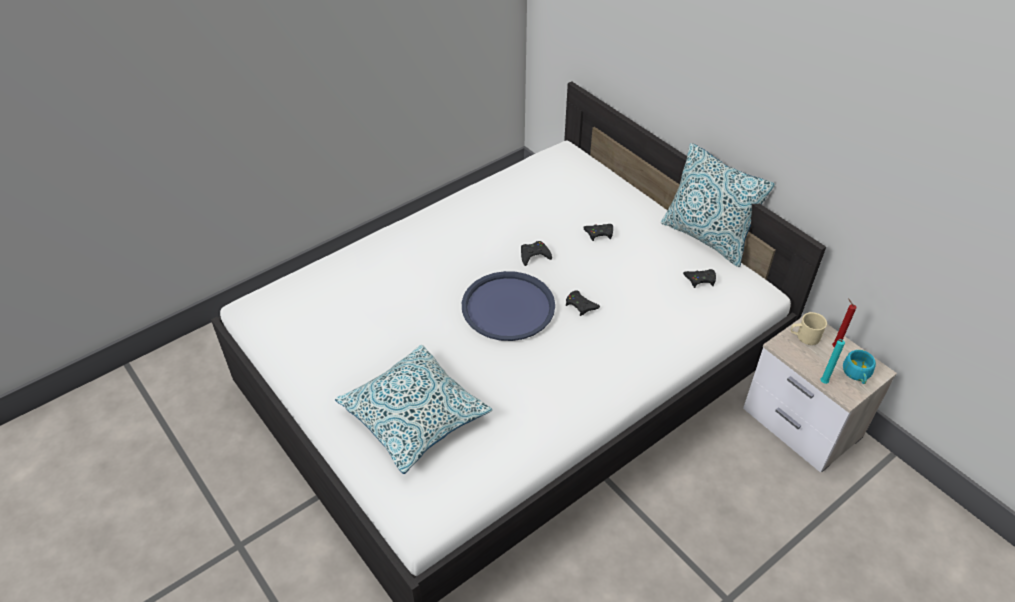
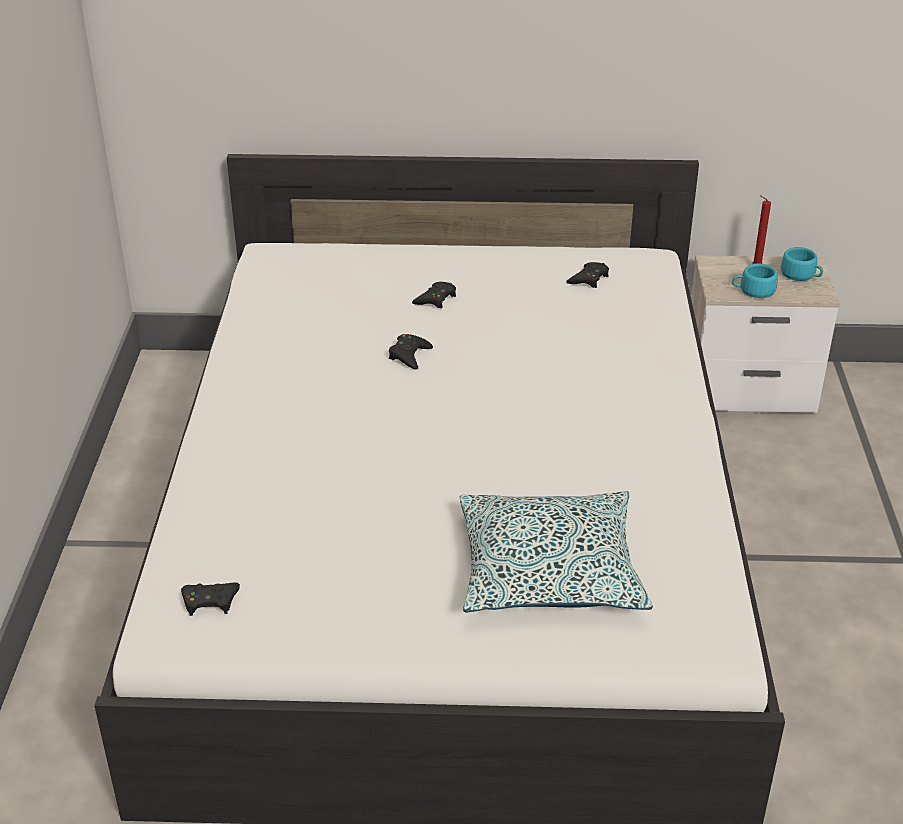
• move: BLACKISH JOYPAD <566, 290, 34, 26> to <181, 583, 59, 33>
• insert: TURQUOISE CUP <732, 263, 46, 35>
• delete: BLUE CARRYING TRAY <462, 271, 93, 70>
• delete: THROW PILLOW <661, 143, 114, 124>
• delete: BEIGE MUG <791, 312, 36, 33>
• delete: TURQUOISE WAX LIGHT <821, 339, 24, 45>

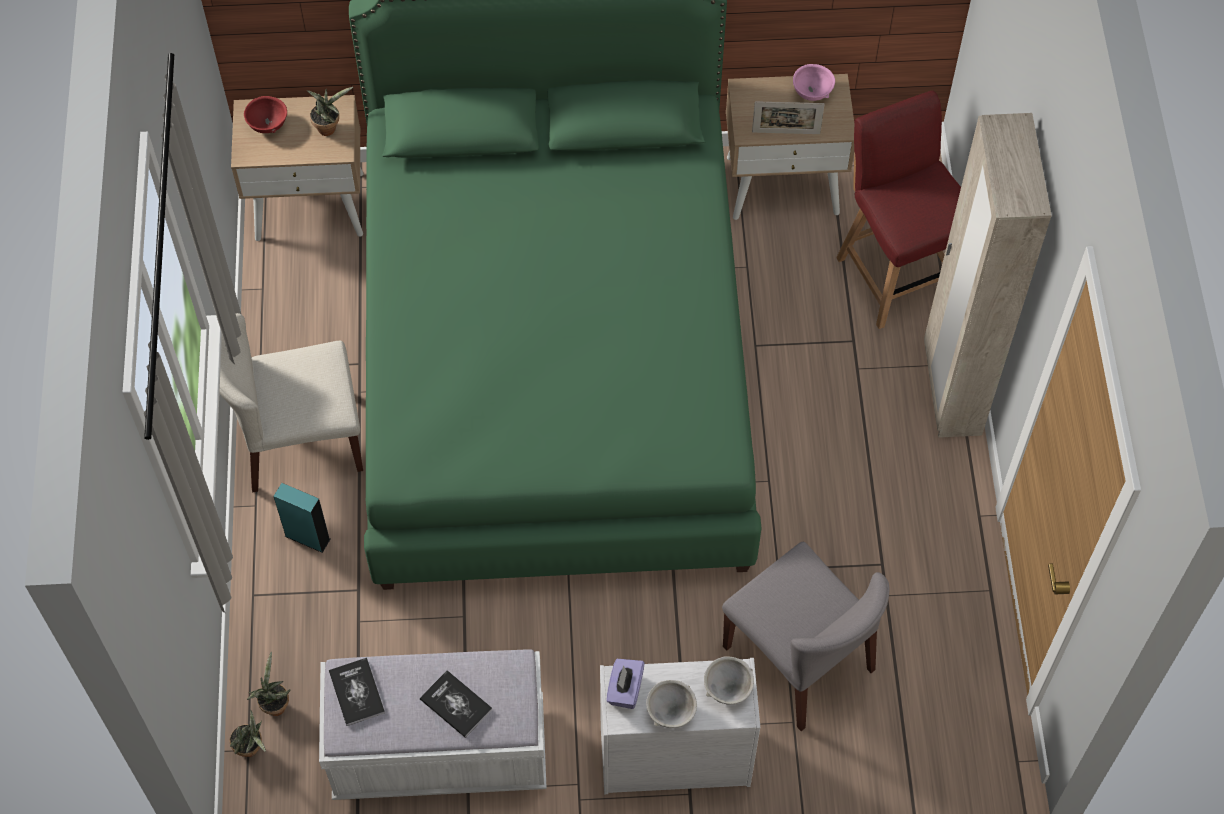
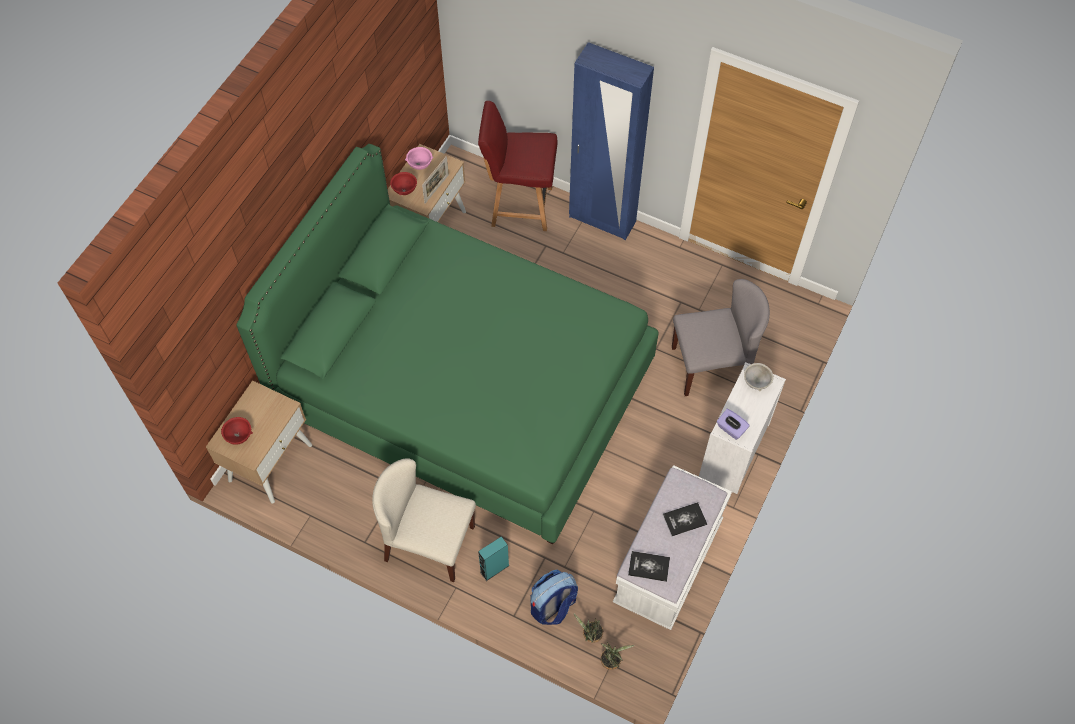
• rotate: BEIGE CHAIR <219, 313, 144, 179> = <372, 458, 104, 124> 90 degrees clockwise
• insert: RED-COLOURED DEEP DISH <390, 172, 27, 23>
• insert: KNAPSACK <531, 570, 47, 55>
• recolor: BEIGE ARMOIRE <924, 113, 128, 325> to BLUE ARMOIRE <569, 42, 85, 198>
• delete: HOUSEPLANT <307, 87, 46, 49>
• delete: GREYISH DEEP DISH <646, 680, 51, 48>

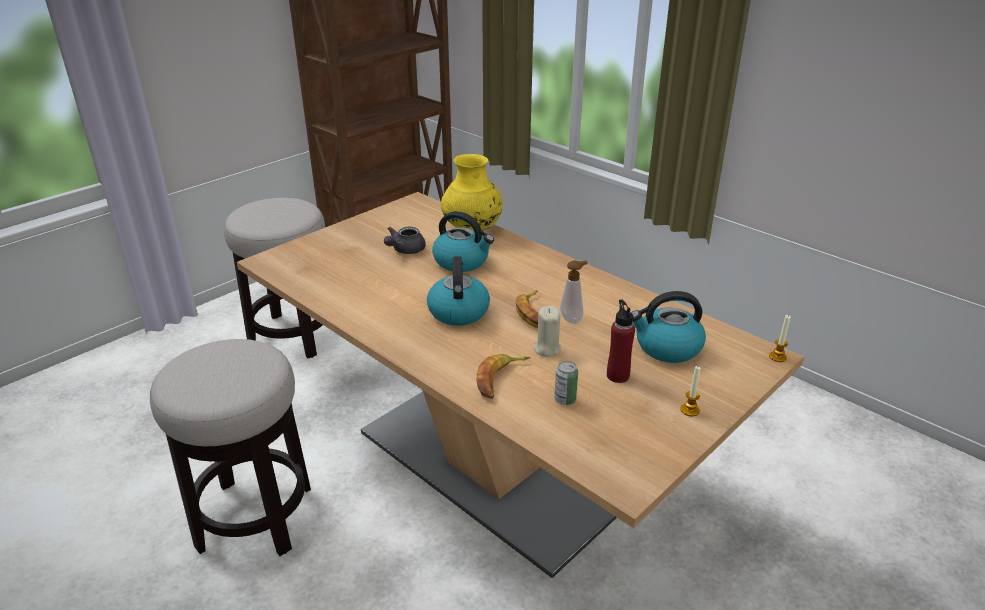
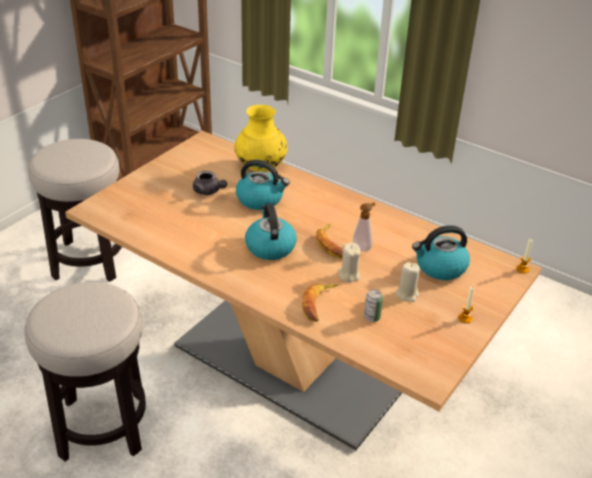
• rotate: GREYISH POT FOR TEA <384, 226, 42, 28> = <193, 171, 34, 24> 75 degrees counterclockwise
• replace: RED-COLOURED BOTTLE <607, 299, 28, 84> to BEIGE WAX LIGHT <396, 262, 24, 40>

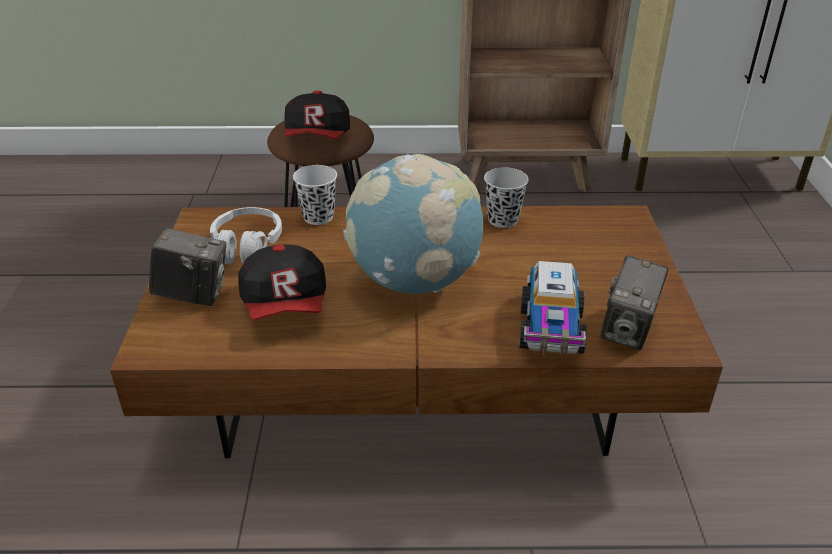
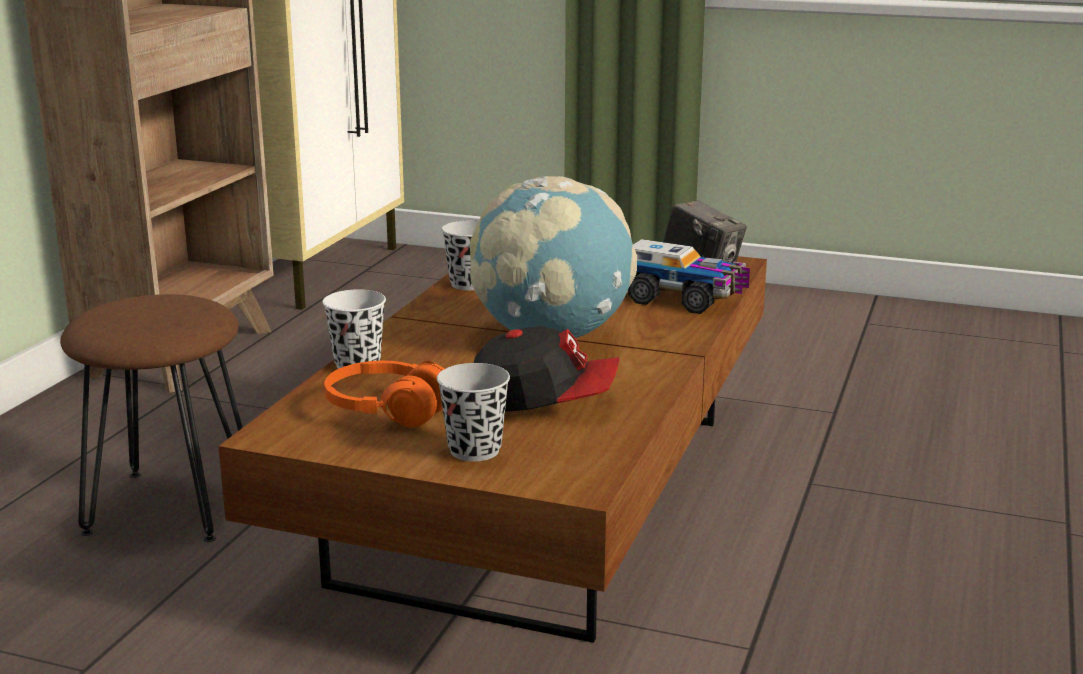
• recolor: WHITE HEADSET <210, 207, 72, 58> to ORANGE HEADSET <324, 360, 120, 67>
• replace: PHOTO CAMERA <149, 228, 77, 78> to BLACKISH CUP <437, 363, 73, 99>
• delete: CAP <284, 91, 66, 48>

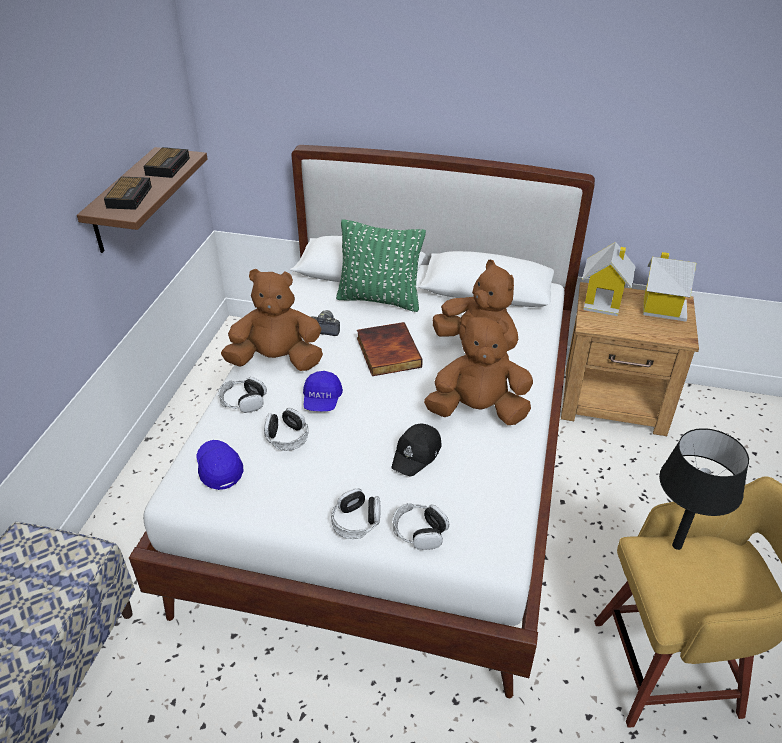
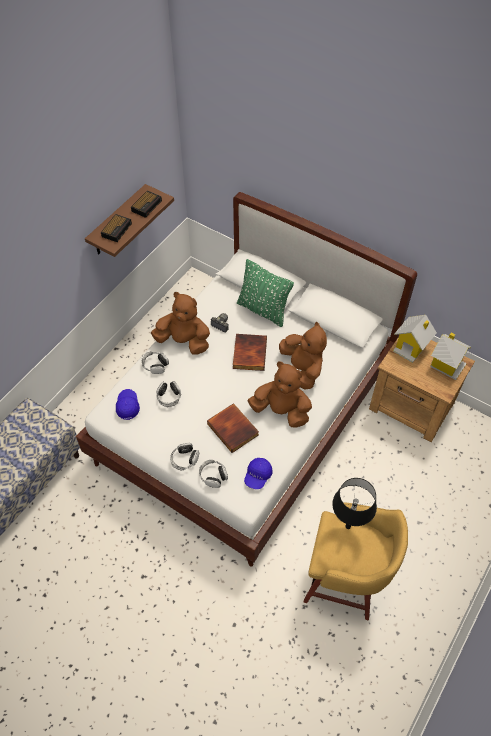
• replace: BLACKISH CAP <391, 424, 51, 52> to BOUND BOOK <207, 403, 52, 50>
• move: BLUE CAP <303, 371, 40, 40> to <244, 458, 29, 31>

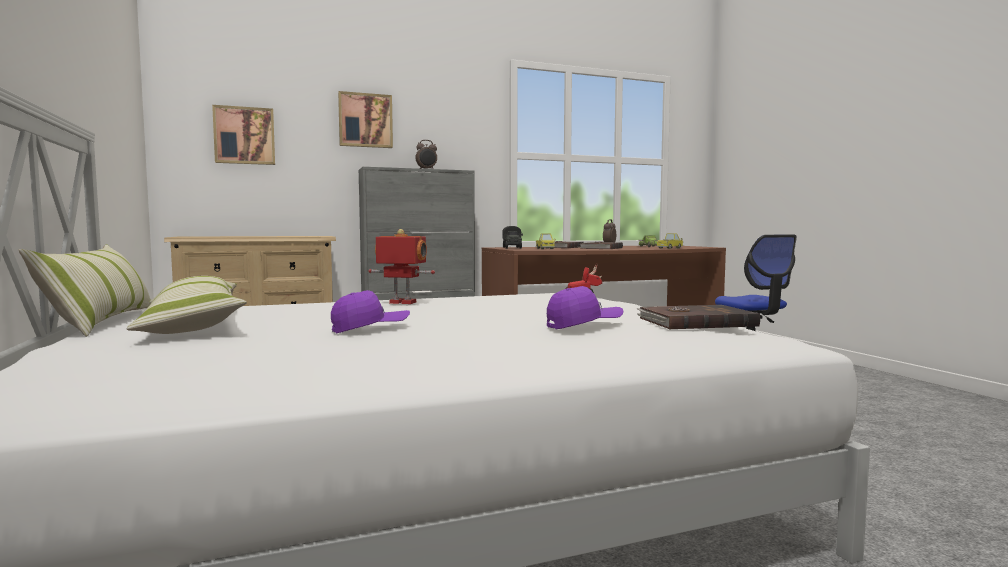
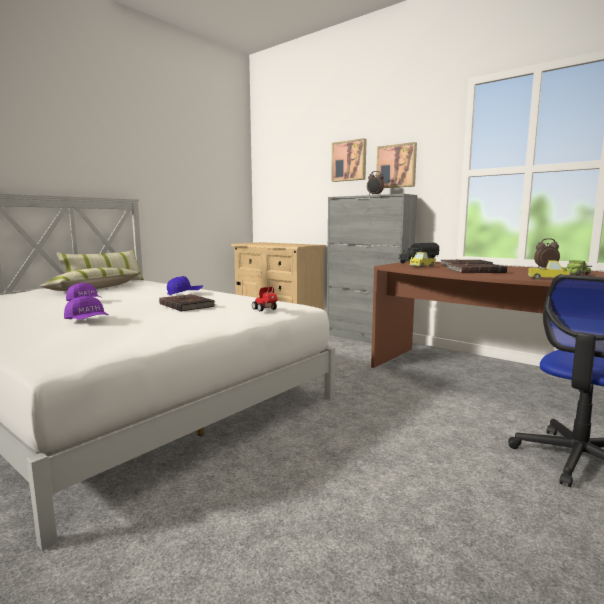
• move: BROWN BOUND BOOK <637, 305, 123, 24> to <159, 294, 56, 18>
• replace: ROBOT FIGURE <368, 229, 67, 75> to BLUE CAP <167, 276, 36, 19>
• move: PICTURE <212, 105, 63, 60> to <376, 142, 41, 46>

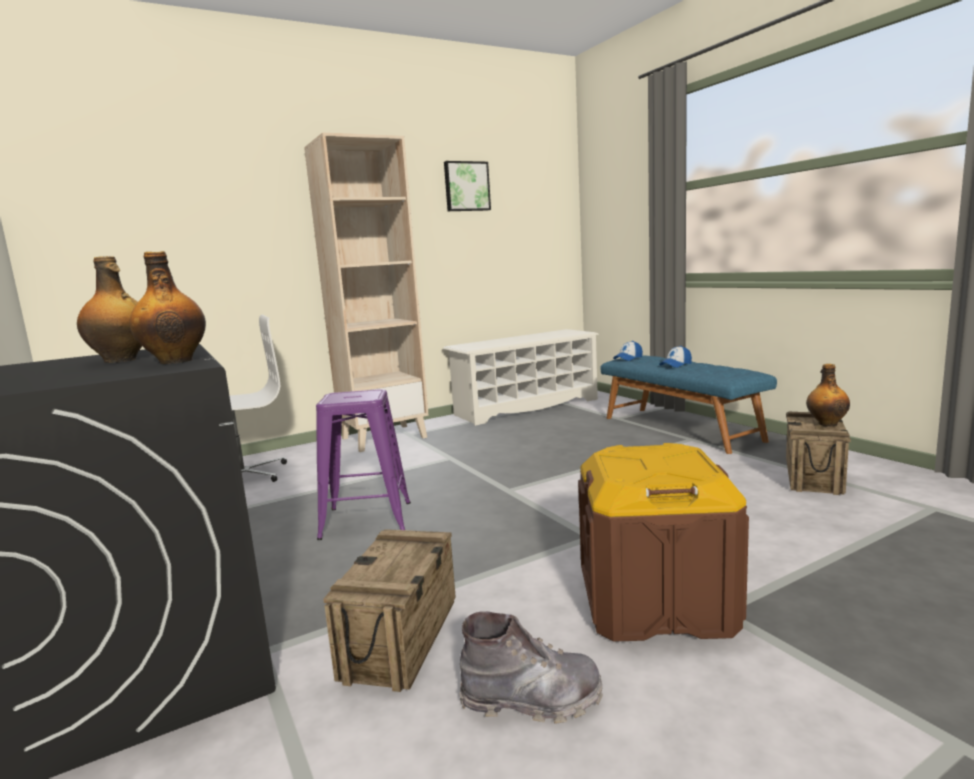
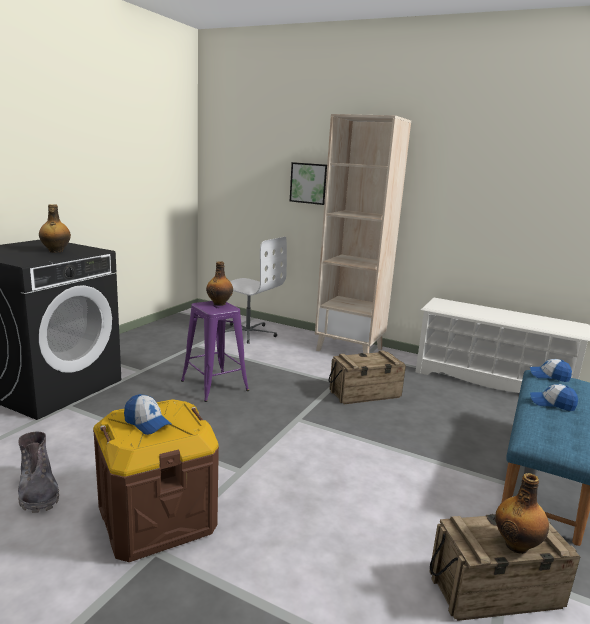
• insert: CAP <124, 394, 48, 41>
• move: BOTTLE <130, 251, 76, 113> to <206, 261, 27, 45>
• move: PICTURE <444, 161, 47, 50> to <290, 162, 37, 43>
• move: PACKING CRATE <323, 529, 133, 163> to <328, 350, 78, 54>

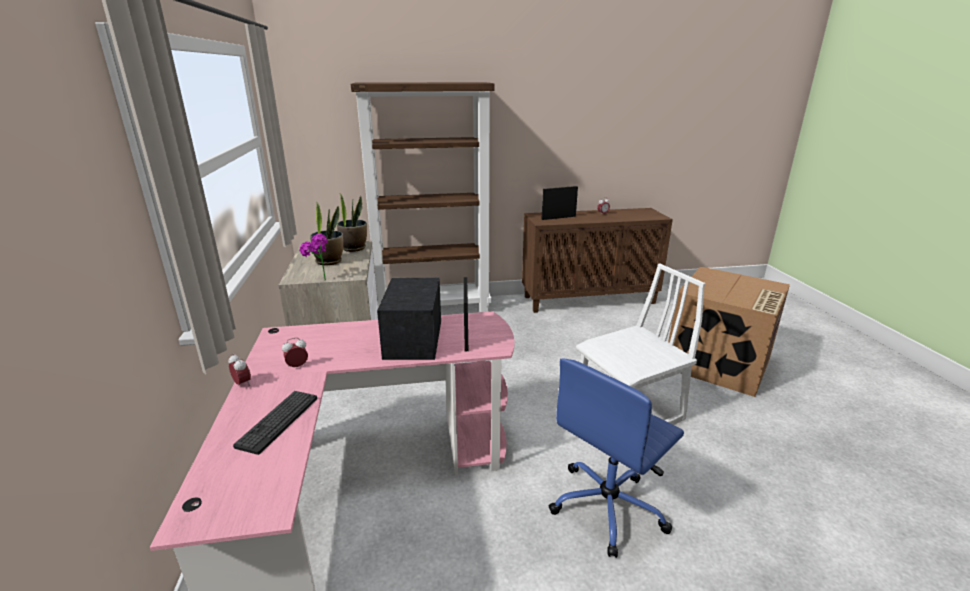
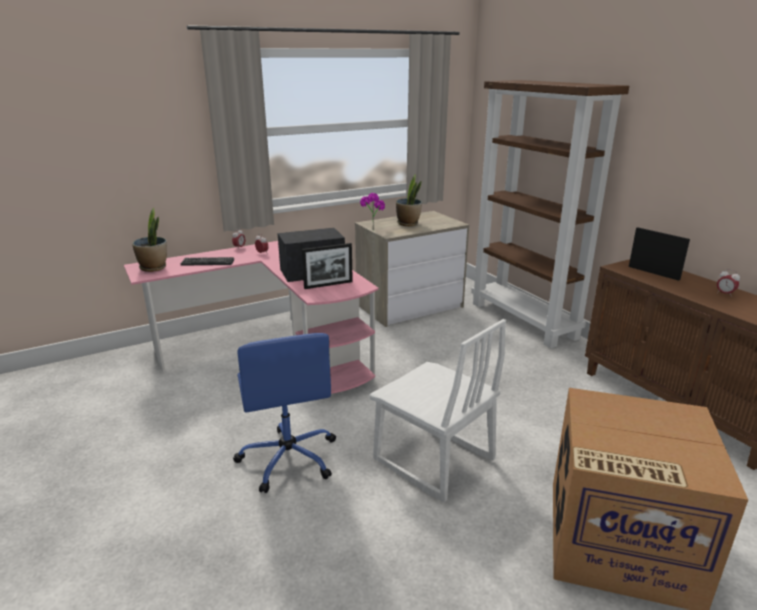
• move: HOUSEPLANT <337, 194, 30, 58> to <132, 208, 35, 64>
• rotate: BLUE OFFICE CHAIR <549, 358, 135, 200> = <233, 333, 103, 160> 135 degrees counterclockwise

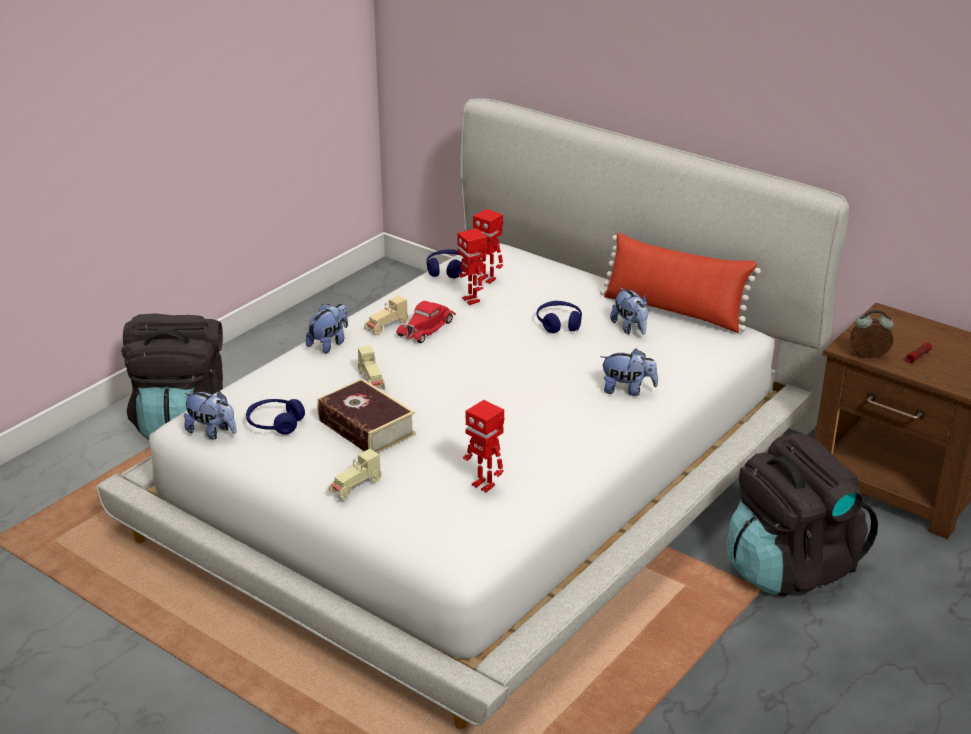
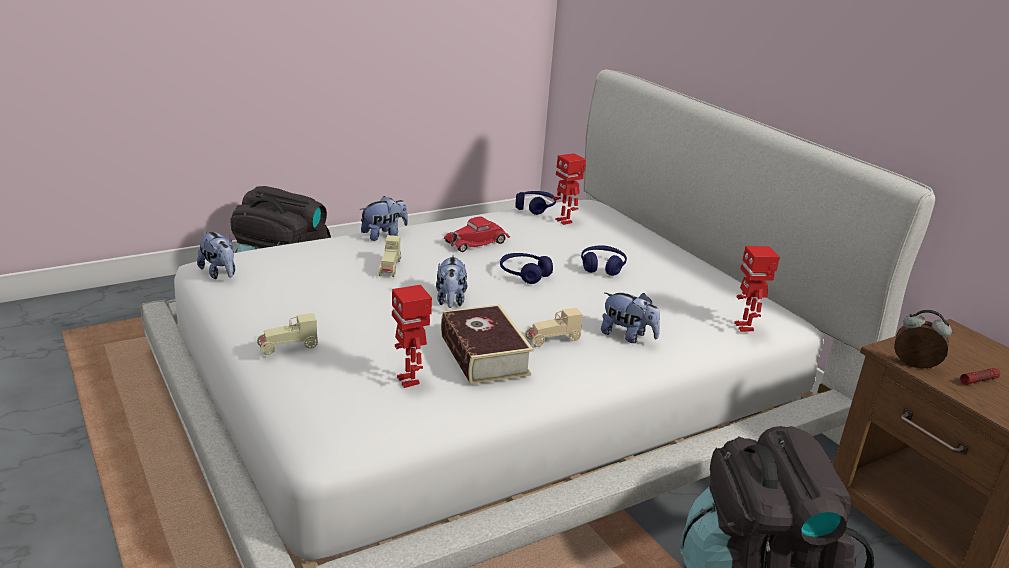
• move: PLUSH TOY <610, 287, 39, 48> to <436, 255, 31, 53>
• move: BOUND BOOK <317, 379, 99, 74> to <441, 305, 93, 80>
• move: BLUE HEADSET <246, 399, 59, 36> to <500, 253, 53, 31>
• move: BEIGE MODEL CAR <364, 295, 44, 40> to <525, 308, 58, 39>
• move: ROBOT FIGURE <457, 228, 30, 77> to <734, 246, 46, 86>
• delete: RED-COLOURED THROW PILLOW <600, 232, 161, 101>

